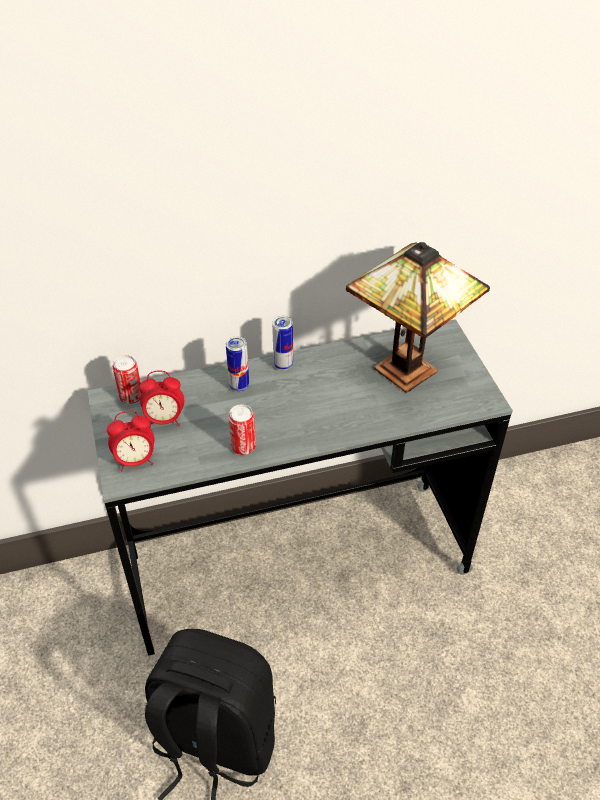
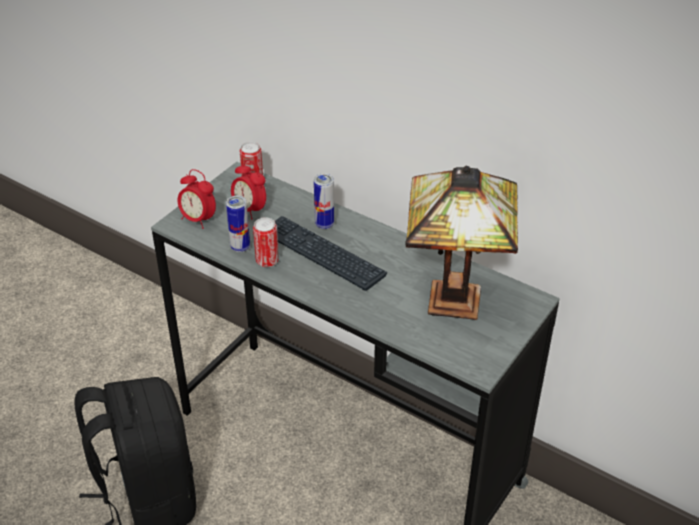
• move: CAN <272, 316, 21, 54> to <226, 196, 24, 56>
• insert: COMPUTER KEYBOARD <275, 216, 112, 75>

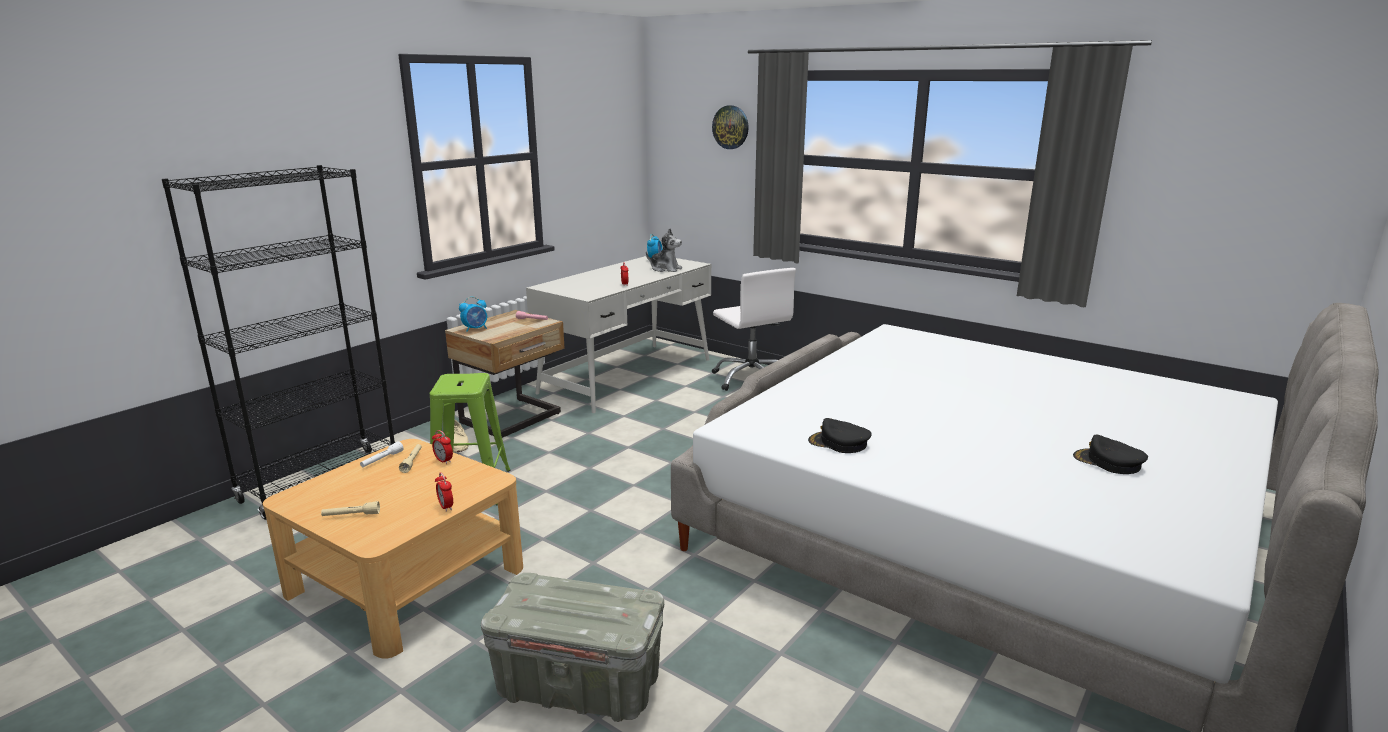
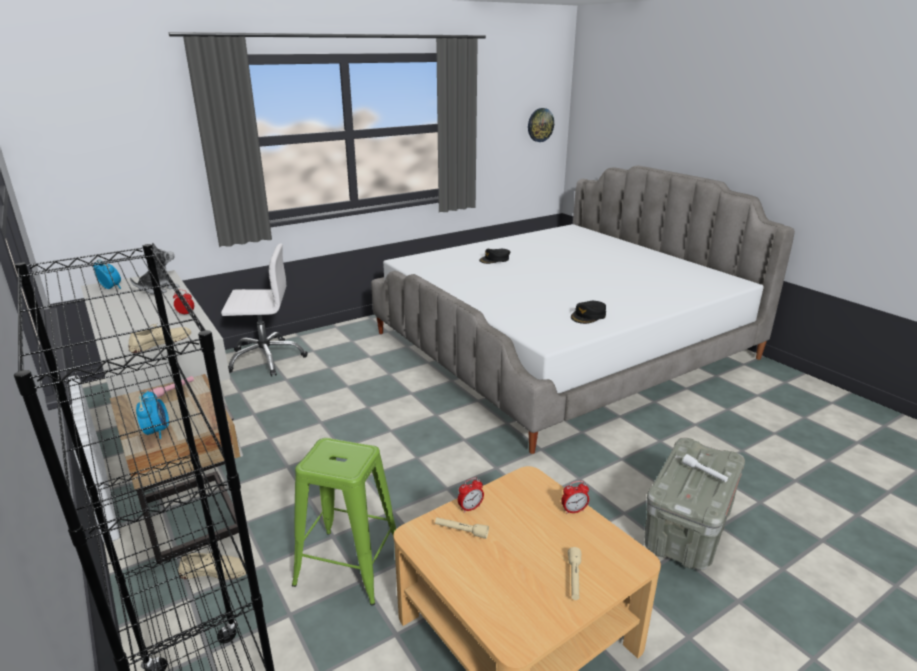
• insert: BEIGE LOW SHOE <128, 323, 63, 30>
• move: BLACKISH CAP <1073, 434, 75, 40> to <479, 249, 31, 15>
• move: WALL CLOCK <712, 105, 37, 44> to <528, 108, 26, 34>
• move: WHITE FLASHLIGHT <360, 441, 44, 26> to <682, 454, 46, 28>

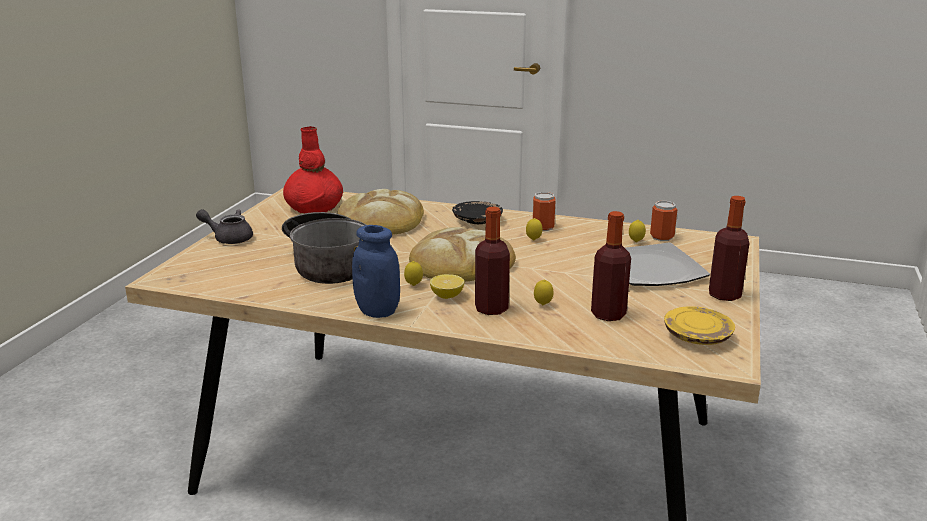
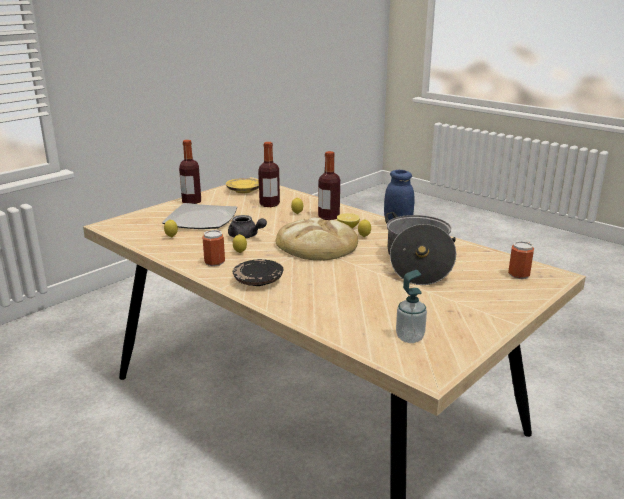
• move: GREYISH POT FOR TEA <196, 209, 57, 35> to <228, 215, 39, 23>
• replace: RED-COLOURED FLOWER VASE <283, 126, 60, 87> to SOAP BOTTLE <396, 270, 31, 73>
• move: CAN <650, 201, 27, 40> to <508, 241, 26, 38>
• delete: BAKED BREAD <337, 189, 87, 46>

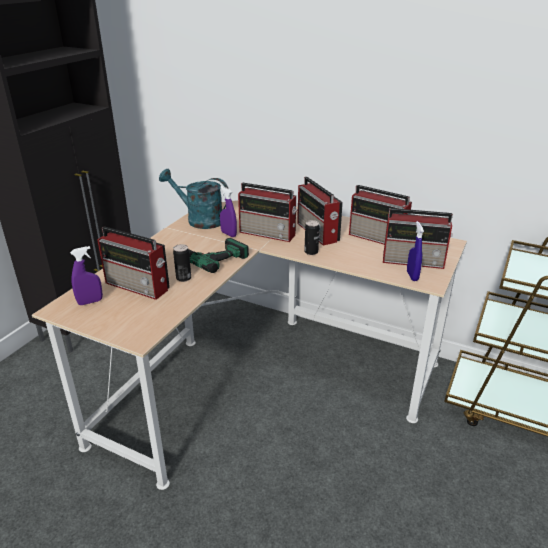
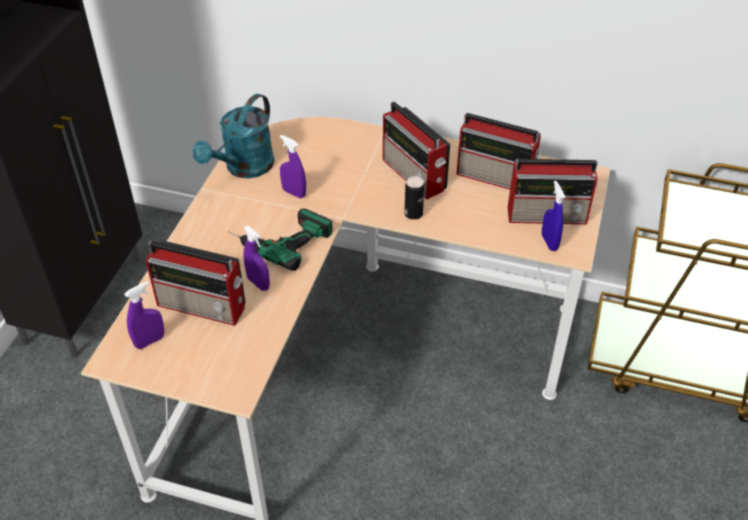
• rotate: TURQUOISE SPRINKLING CAN <159, 169, 70, 60> = <193, 94, 82, 84> 75 degrees counterclockwise
• replace: CAN <173, 244, 18, 38> to PURPLISH SPRAY BOTTLE <244, 226, 26, 65>
• delete: RADIO SET <238, 183, 60, 59>

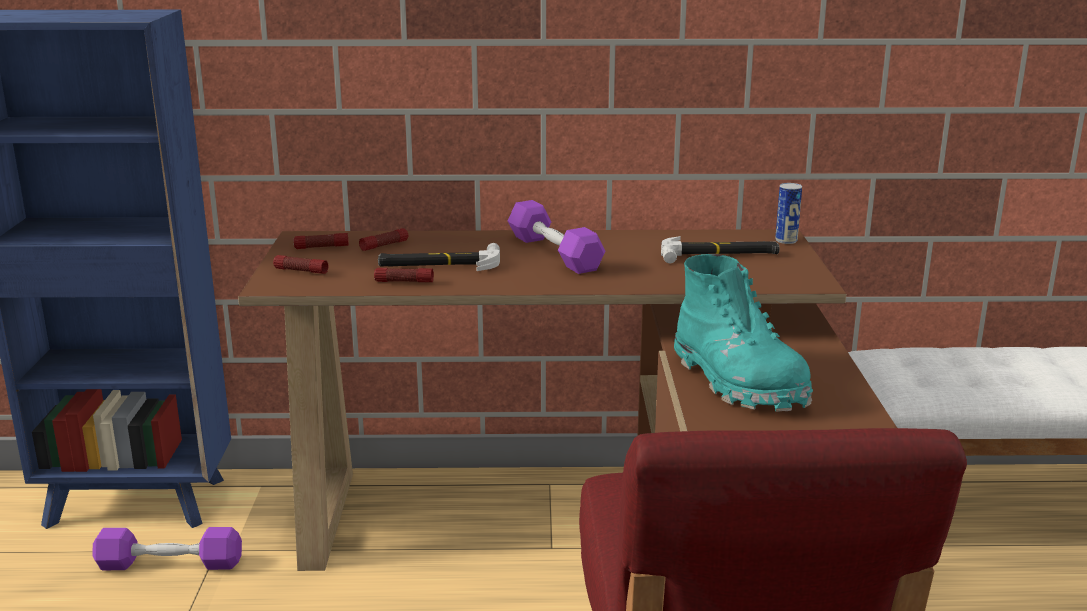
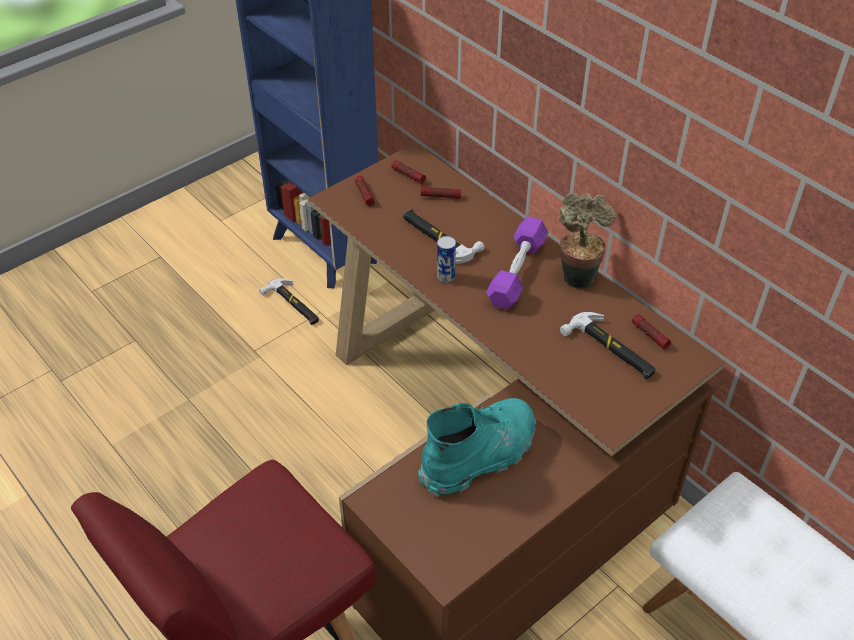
• replace: PURPLISH DUMBBELL <92, 527, 150, 43> to HAND HAMMER <259, 278, 60, 47>
• rotate: TURQUOISE BOOT <674, 254, 139, 158> = <418, 398, 118, 99> 150 degrees counterclockwise
• move: CAN <775, 183, 27, 61> to <437, 236, 19, 47>
• insert: HOUSEPLANT <559, 193, 57, 96>
• move: FLASHLIGHT <374, 268, 60, 14> to <632, 314, 39, 35>

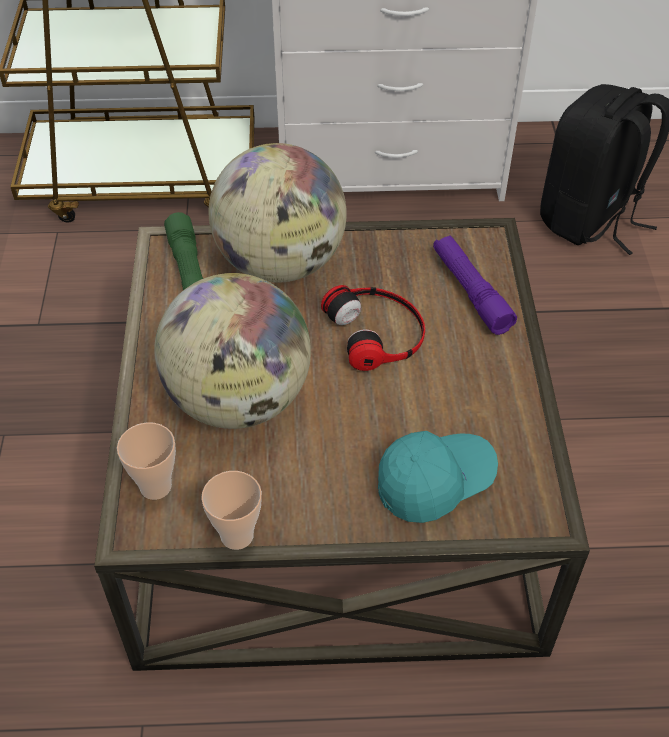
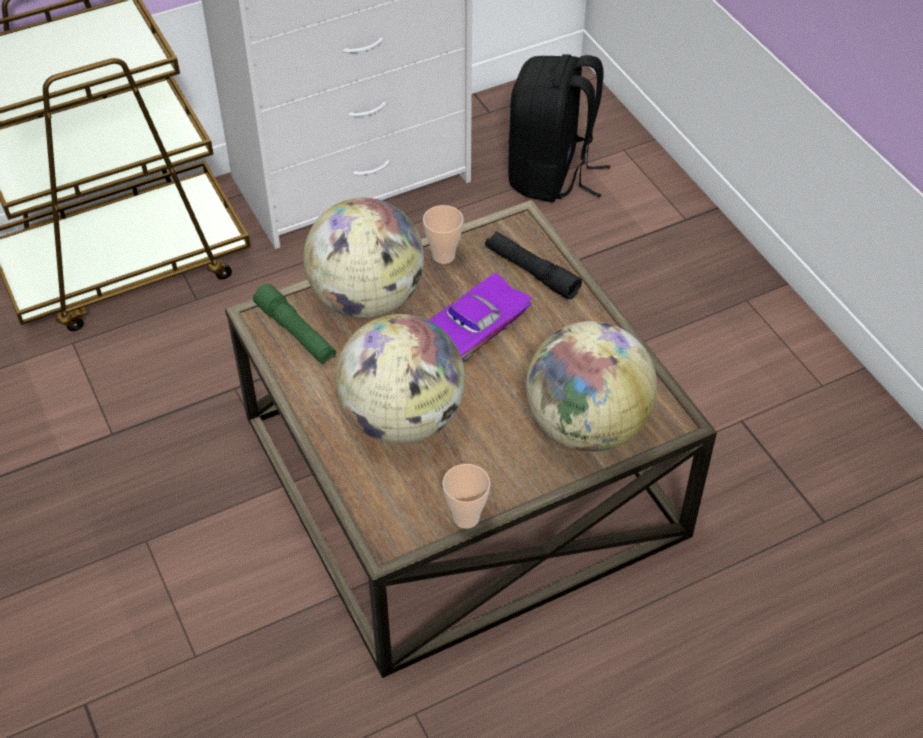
• move: CUP <117, 422, 59, 78> to <423, 205, 41, 59>
• replace: HEADSET <321, 285, 104, 86> to PURPLISH MODEL CAR <429, 272, 103, 90>
• recolor: PURPLISH FLASHLIGHT <433, 235, 84, 100> to BLACKISH FLASHLIGHT <485, 231, 97, 68>
• replace: TURQUOISE CAP <378, 431, 120, 92> to GLOBE <526, 321, 131, 131>

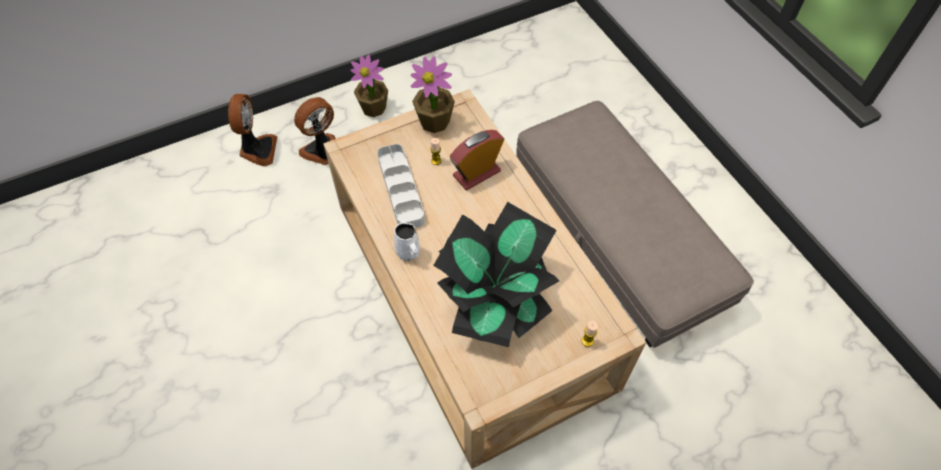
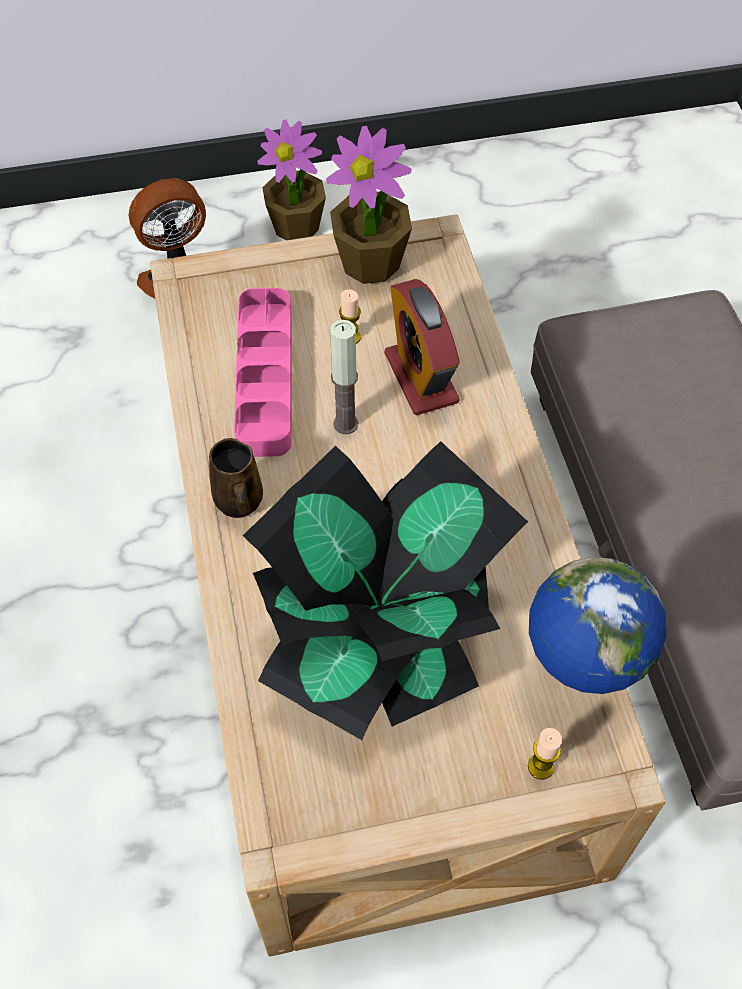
• recolor: WHITE MUG <394, 222, 26, 39> to BROWN MUG <209, 438, 54, 80>
• recolor: GREYISH CARRYING TRAY <377, 144, 48, 84> to PINK CARRYING TRAY <234, 288, 58, 169>
• insert: WAX LIGHT <330, 320, 28, 114>
• rotate: ALARM CLOCK <450, 130, 54, 60> = <385, 279, 75, 136> 90 degrees counterclockwise
• insert: GLOBE <529, 557, 138, 137>
• delete: COOLING FAN <228, 94, 49, 72>

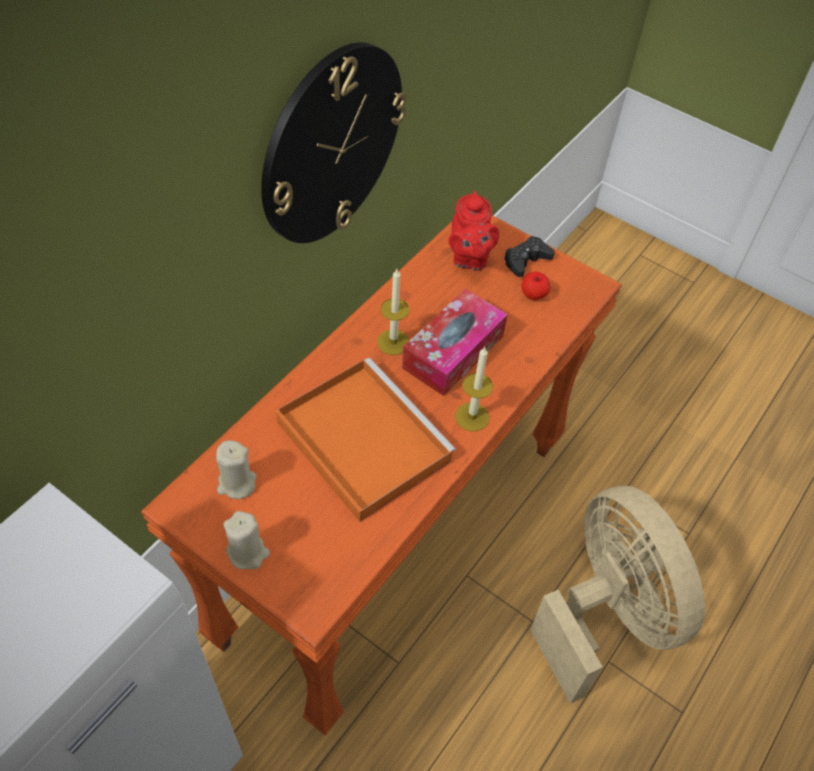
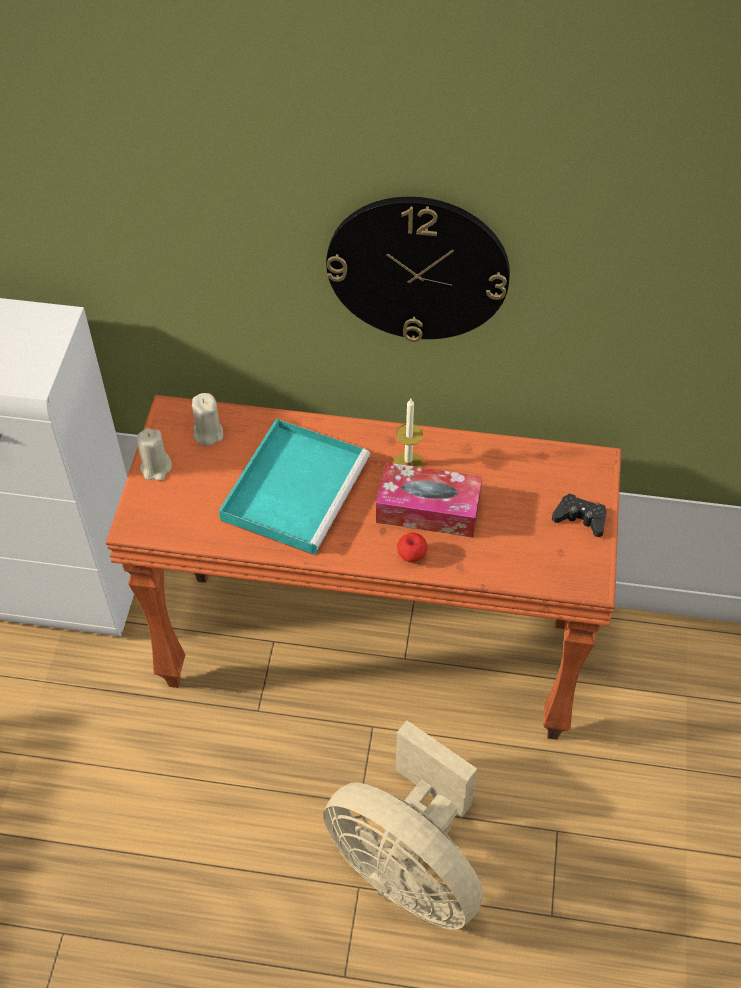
• recolor: ORANGE CARRYING TRAY <275, 358, 181, 164> to TURQUOISE CARRYING TRAY <219, 419, 151, 137>
• rotate: BEIGE COOLING FAN <530, 486, 175, 217> = <323, 720, 160, 210> 90 degrees clockwise
• move: APPLE <521, 272, 29, 28> to <397, 533, 30, 29>
• delete: RED-COLOURED POT FOR TEA <449, 191, 50, 80>
• delete: WAX LIGHT <455, 347, 38, 84>

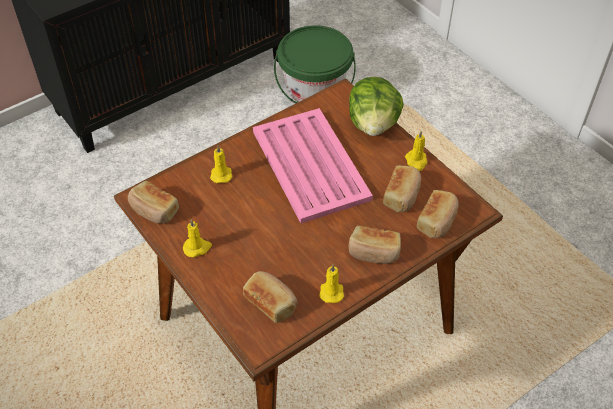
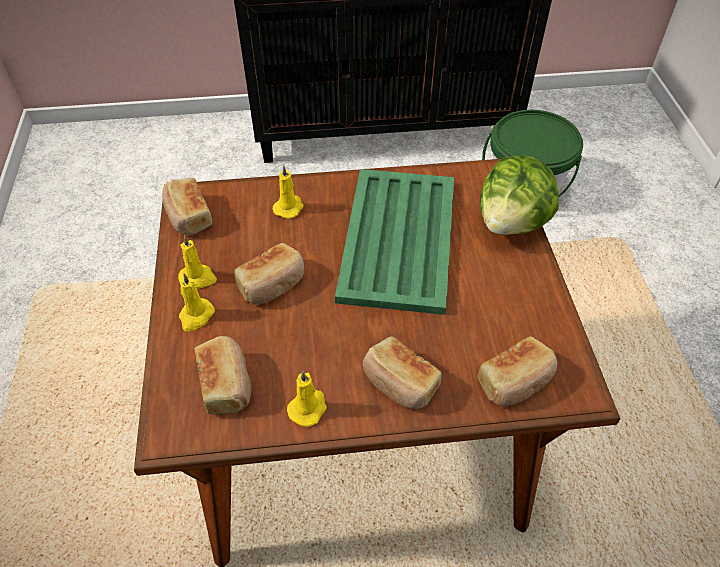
• move: YELLOW WAX LIGHT <405, 131, 22, 40> to <179, 273, 36, 59>
• move: BAKED BREAD <383, 166, 38, 46> to <234, 243, 70, 62>
• recolor: PINK CARRYING TRAY <253, 108, 120, 115> to GREEN-COLOURED CARRYING TRAY <335, 169, 119, 146>

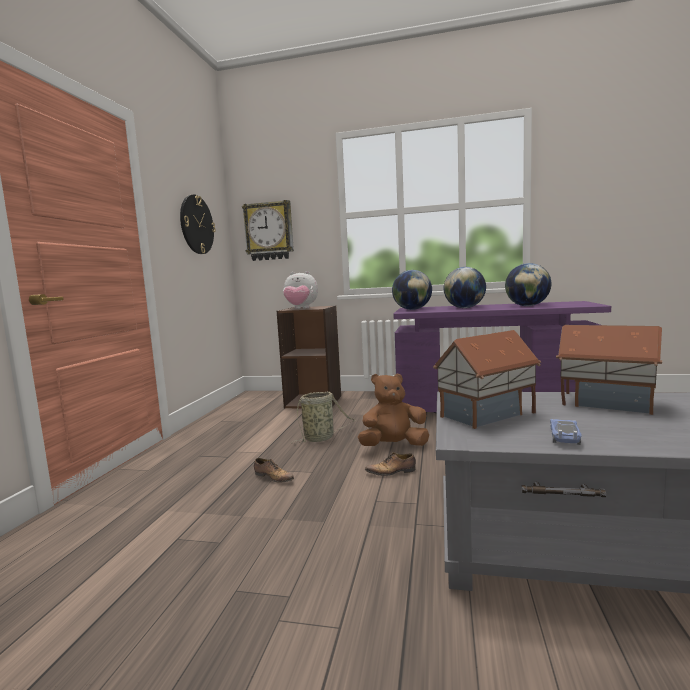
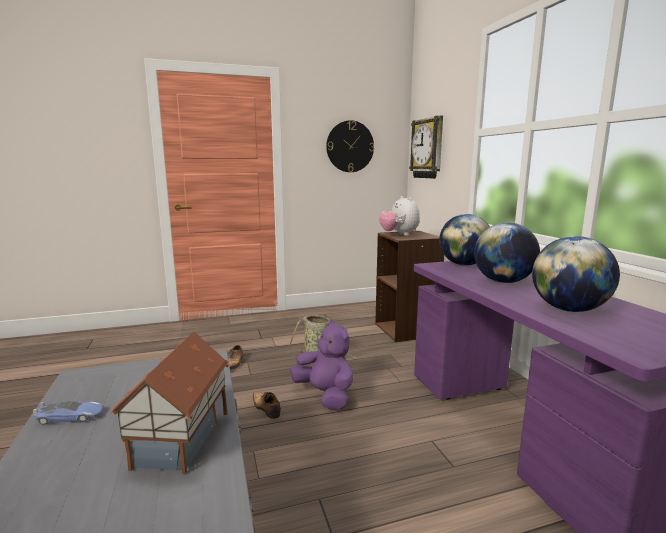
• recolor: BROWN PLUSH TOY <358, 373, 71, 73> to PURPLISH PLUSH TOY <290, 320, 64, 89>
• delete: MODEL HOUSE <433, 330, 108, 99>

